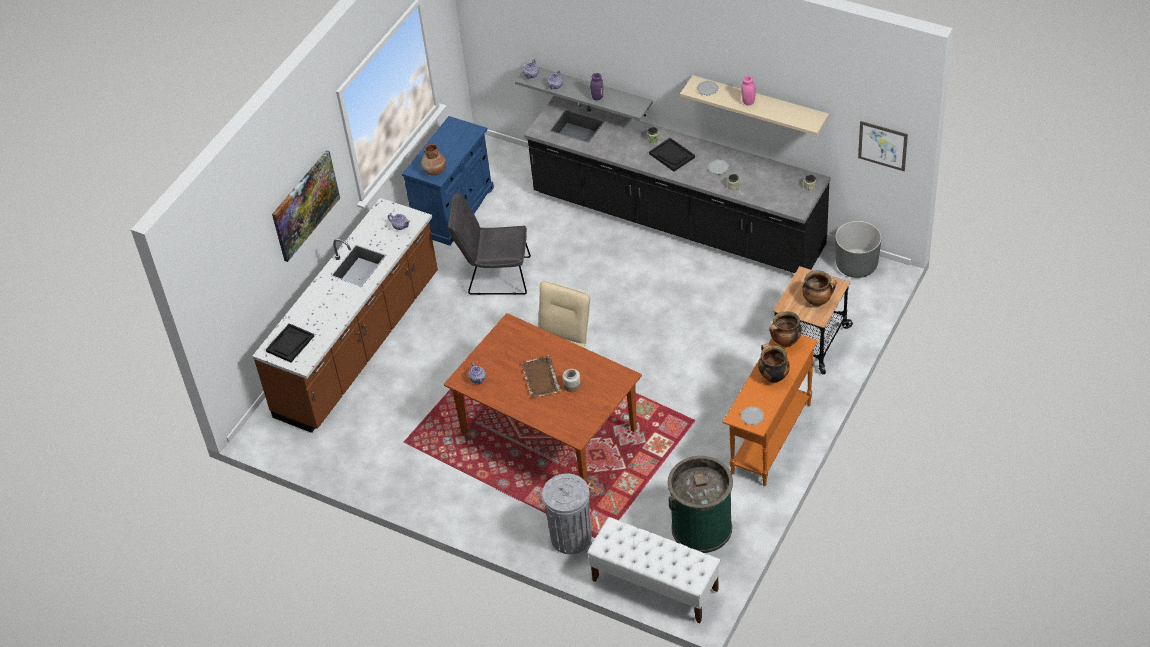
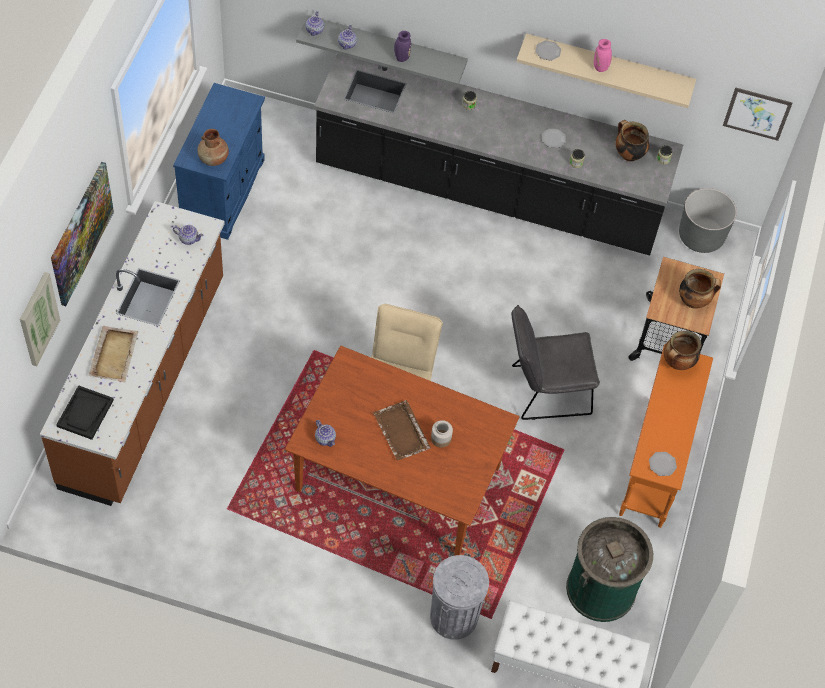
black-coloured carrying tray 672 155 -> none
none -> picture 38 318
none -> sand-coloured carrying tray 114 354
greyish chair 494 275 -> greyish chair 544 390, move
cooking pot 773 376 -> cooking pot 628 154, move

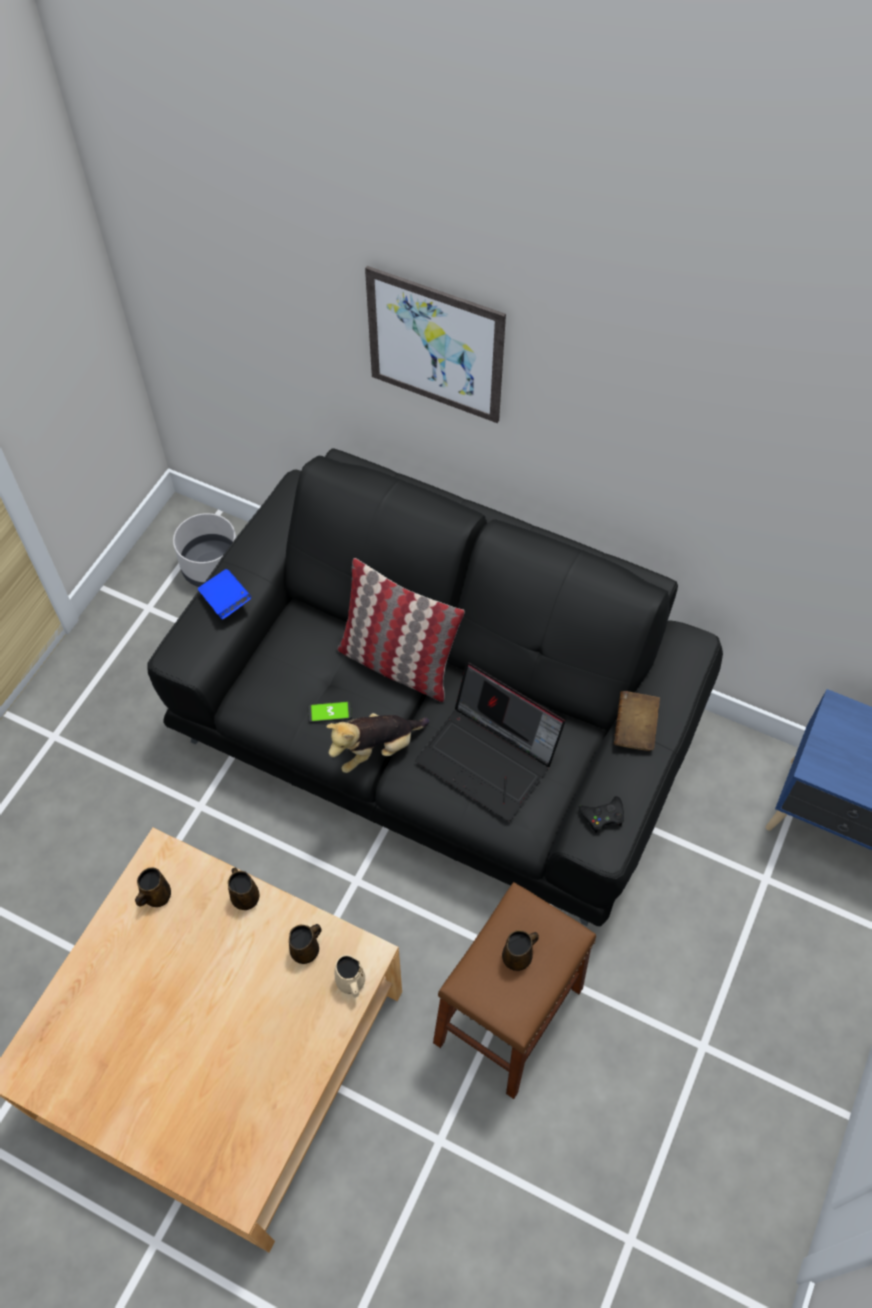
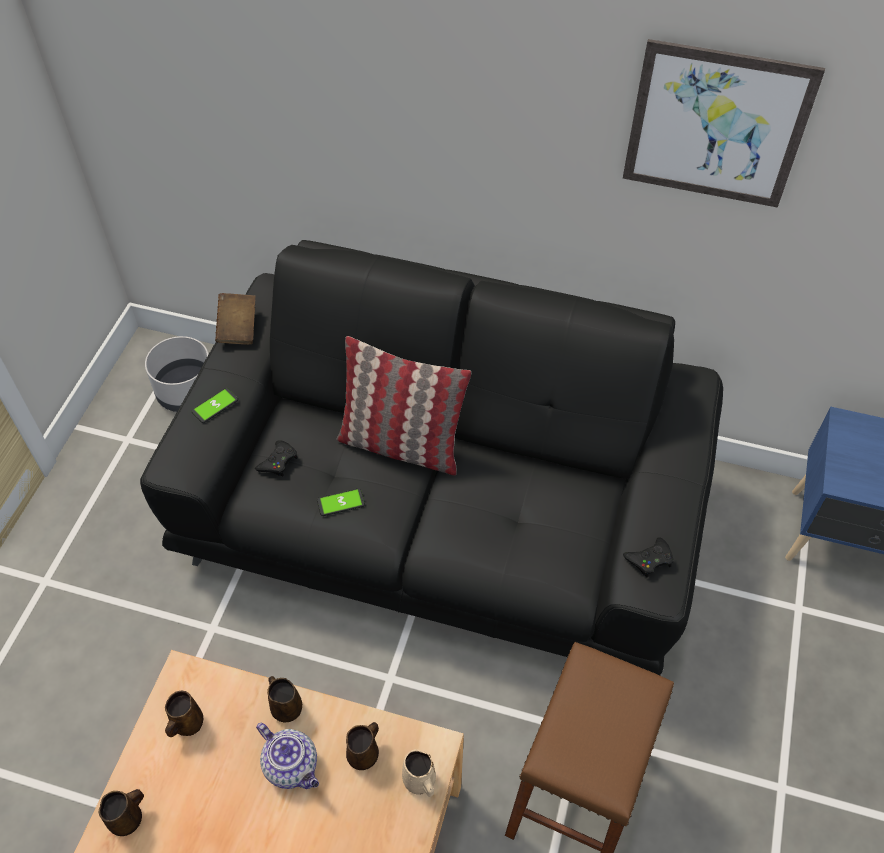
cuddly toy 376 749 -> none
laptop 489 758 -> none
none -> black-coloured gamepad 278 461
none -> tea pot 292 766
picture 435 346 -> picture 716 126, move
brownish coffee mug 518 956 -> brownish coffee mug 128 819, move
brownish book 634 728 -> brownish book 238 328, move
bluish book 226 601 -> handset 215 406

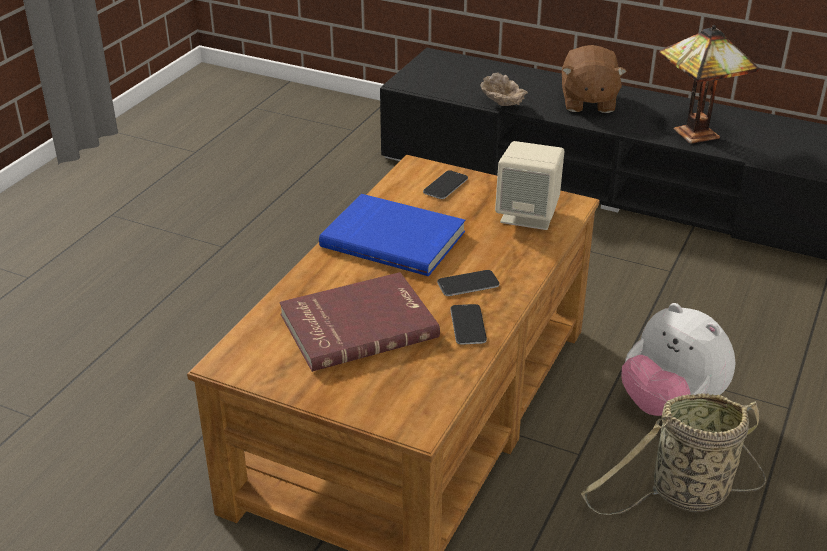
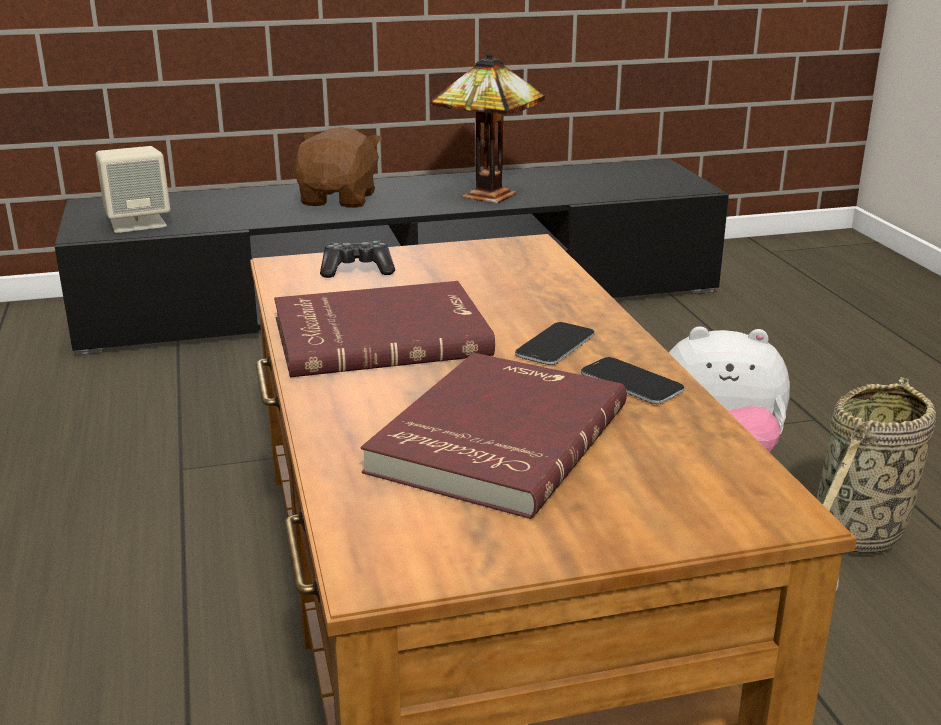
sand-coloured bowl 502 105 -> none
sand-coloured speaker 528 215 -> sand-coloured speaker 138 223, move
handset 445 186 -> gamepad 357 270
bluish book 394 238 -> reddish book 380 335
brownish cuddly toy 587 102 -> brownish cuddly toy 339 199, 135 degrees counterclockwise

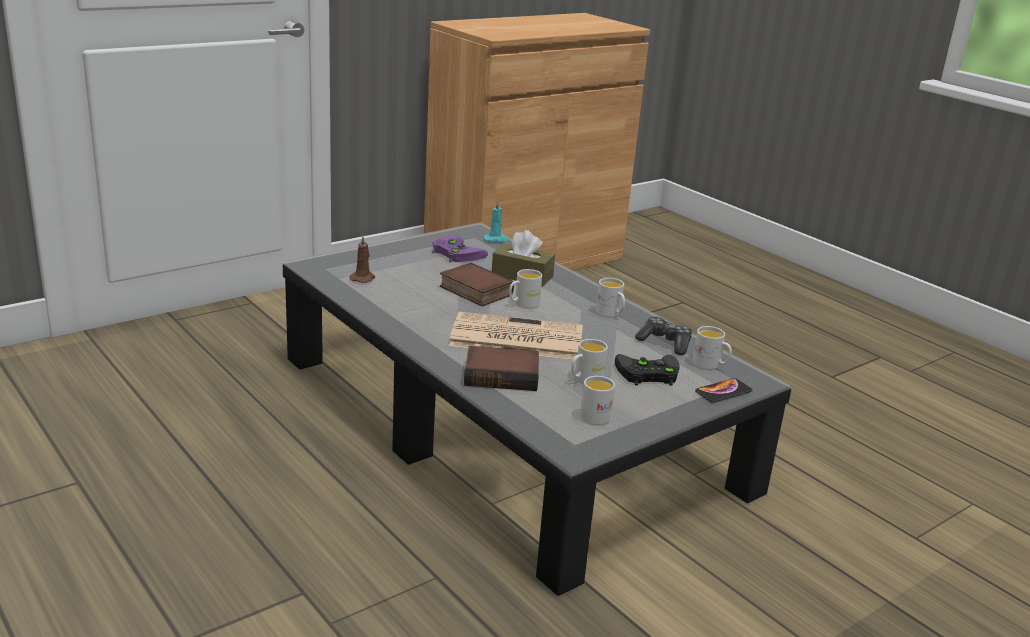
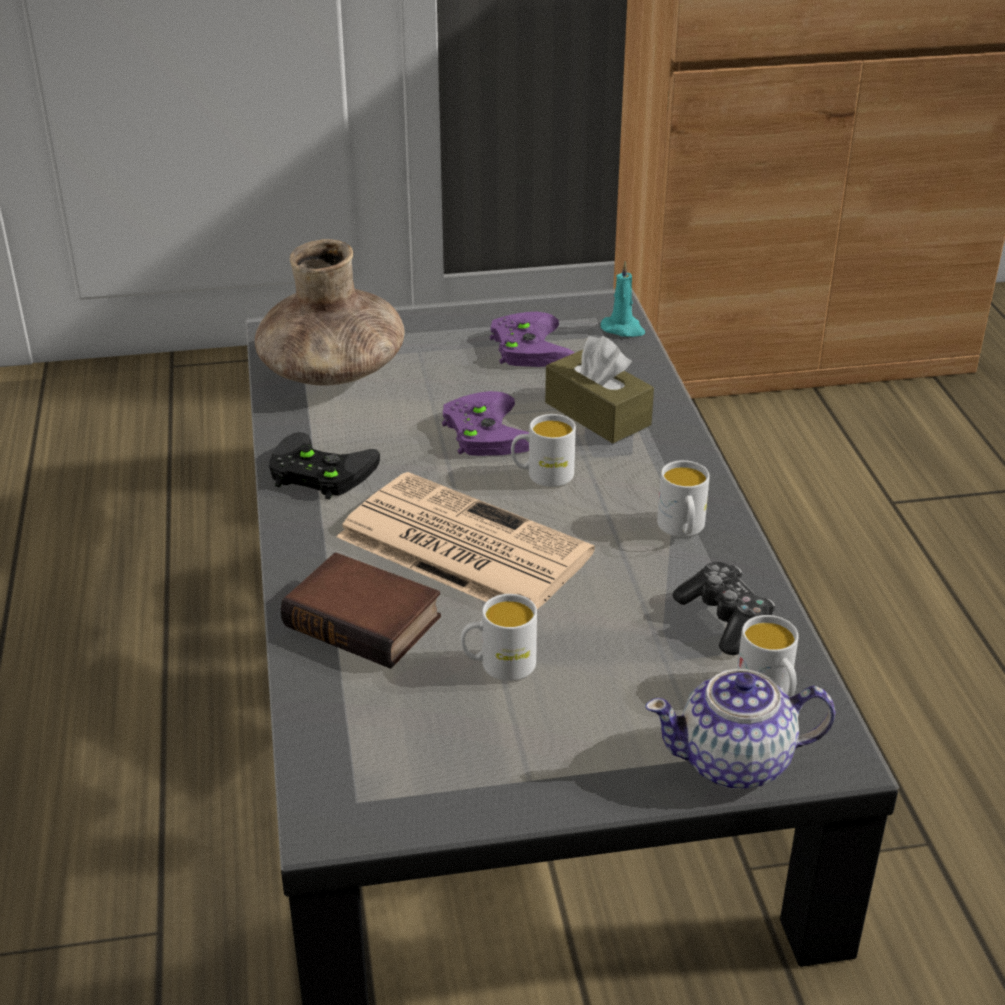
whitish coffee mug 598 415 -> none
black-coloured gamepad 646 374 -> black-coloured gamepad 317 472, move
brownish wax candle 363 278 -> brownish vase 331 372
book 473 291 -> purple-coloured gamepad 483 431
handset 723 391 -> tea pot 736 762

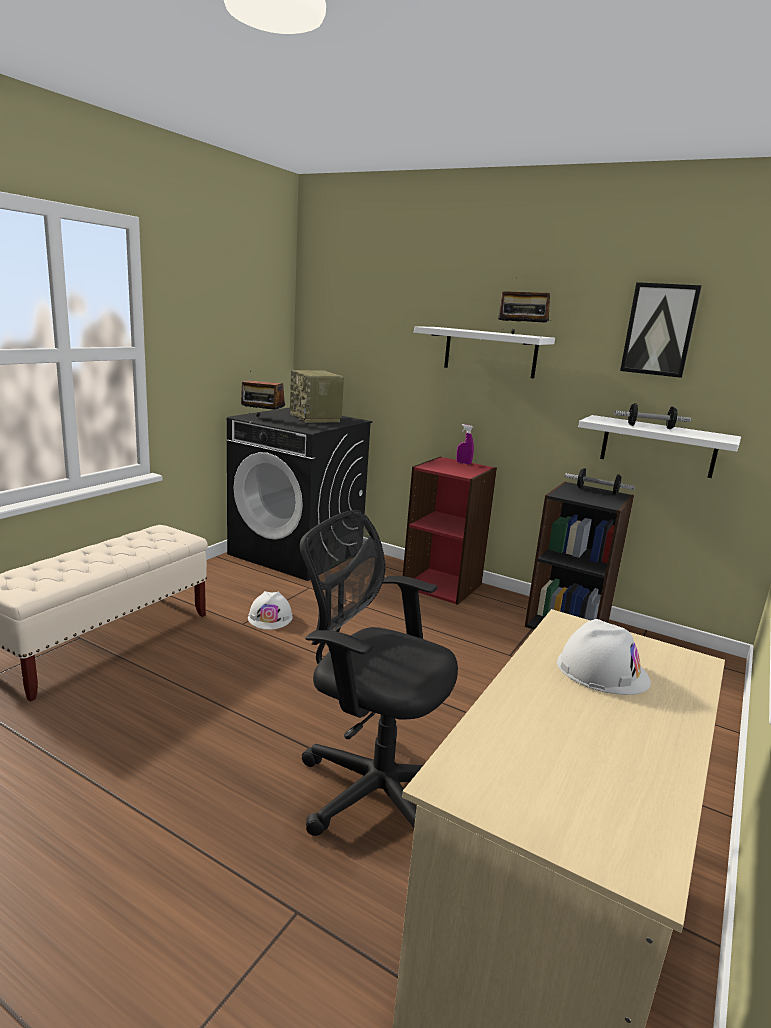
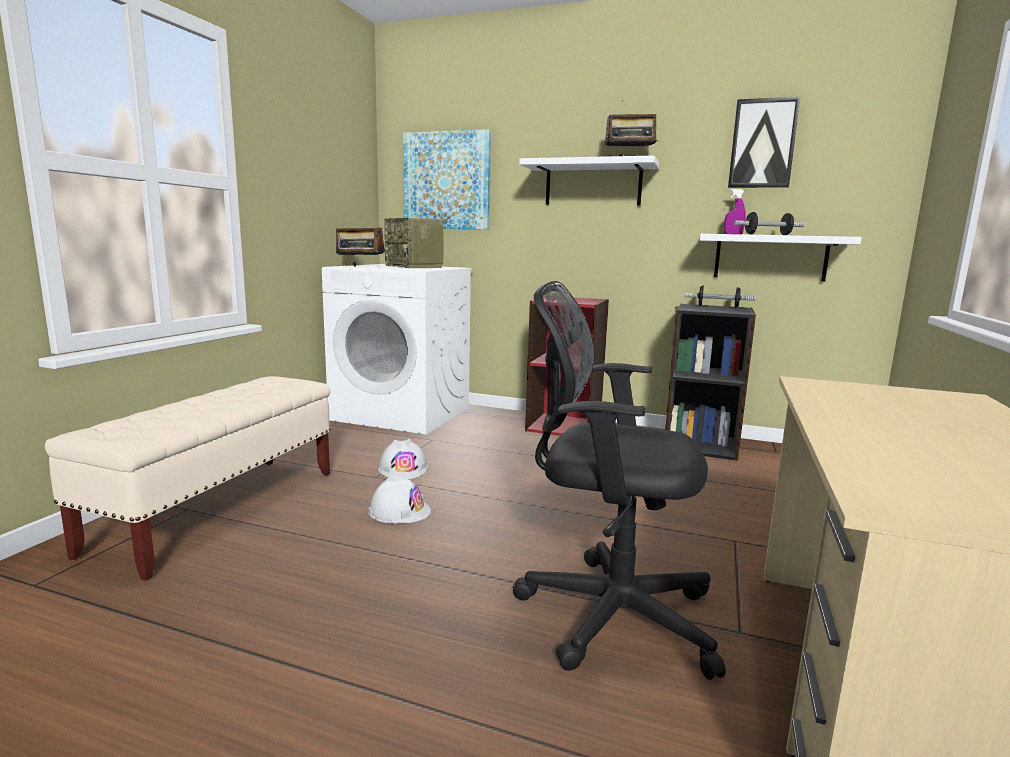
none -> picture 447 181
purple-coloured spray bottle 463 463 -> purple-coloured spray bottle 733 234, move
whitish work helmet 602 671 -> whitish work helmet 399 511, move
black-coloured laundry appliance 297 553 -> whitish laundry appliance 403 413

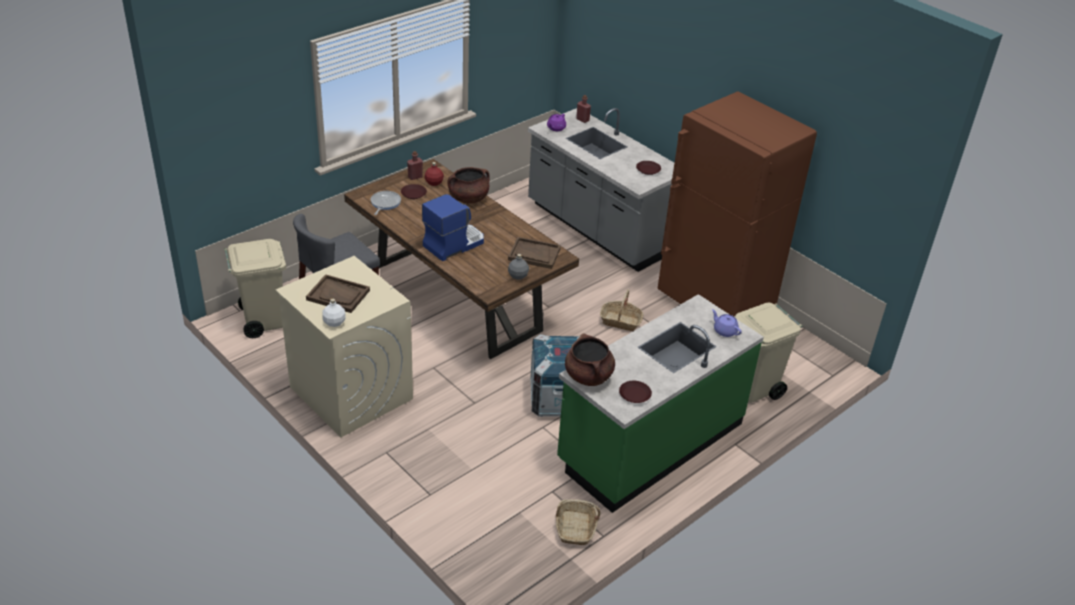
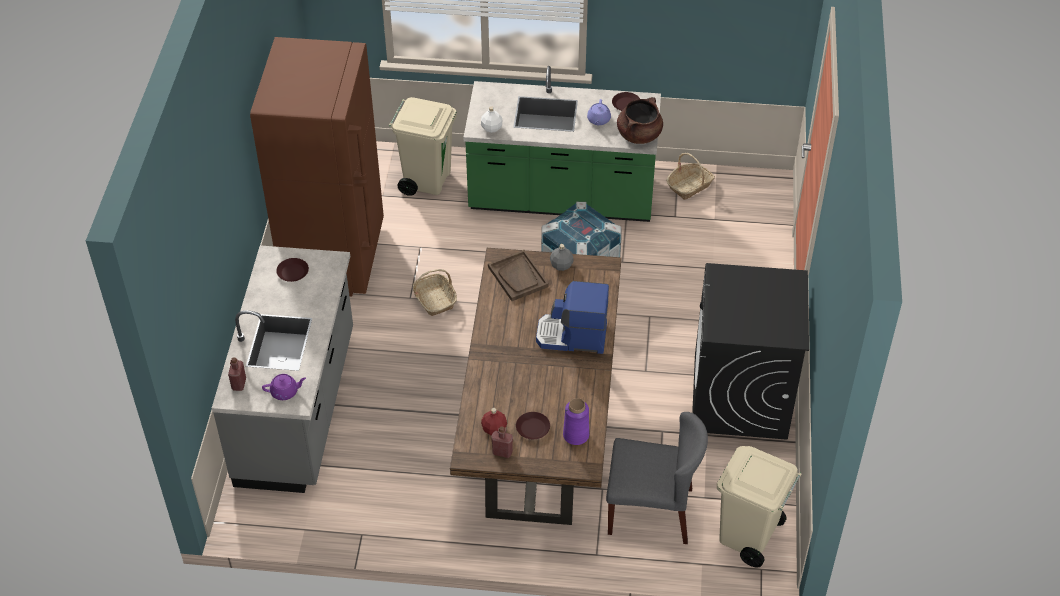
brownish carrying tray 338 295 -> none
brownish cooking pot 468 198 -> none
whitish bottle 334 322 -> whitish bottle 491 128, move
purple-coloured tea pot 724 331 -> purple-coloured tea pot 598 120, move
pan 384 203 -> purple-coloured vase 576 435
sand-coloured laundry appliance 350 393 -> black-coloured laundry appliance 740 396

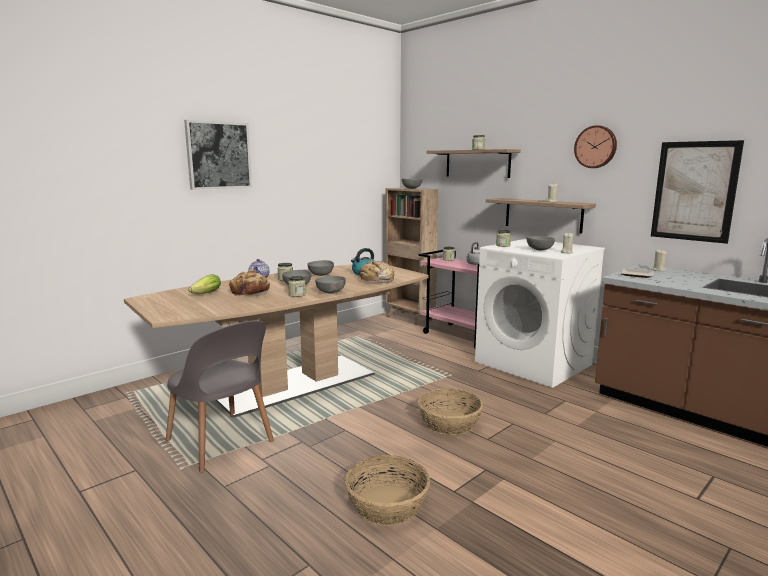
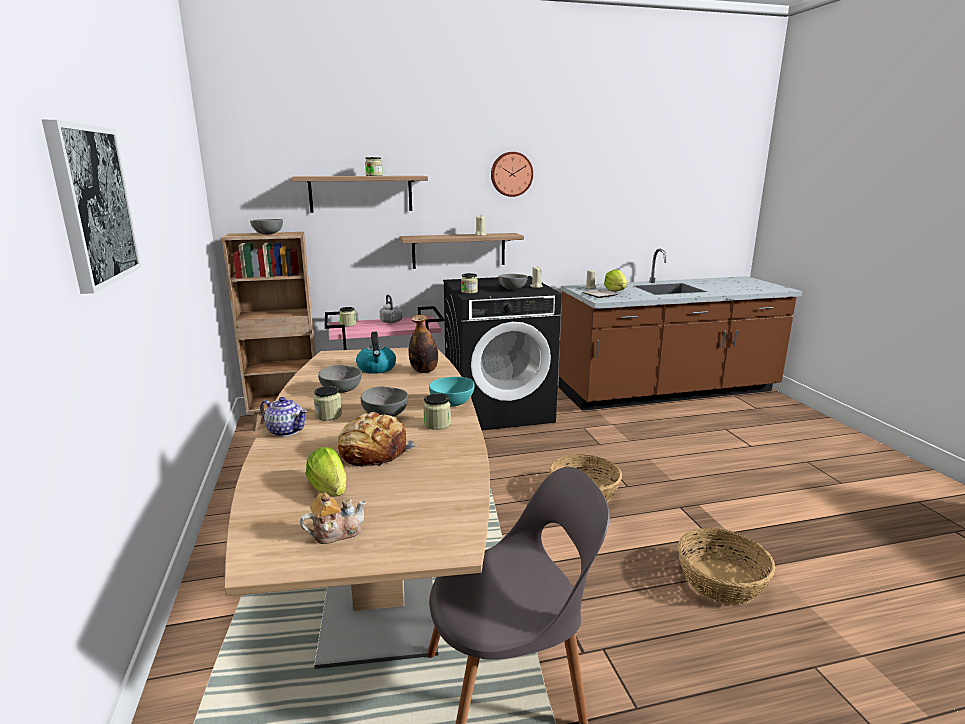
picture 694 191 -> none
none -> tea pot 336 533
none -> head of lettuce 616 291
baked bread 376 280 -> bottle 424 371
greyish bowl 331 292 -> turquoise-coloured bowl 453 404
whitish laundry appliance 534 363 -> black-coloured laundry appliance 498 409

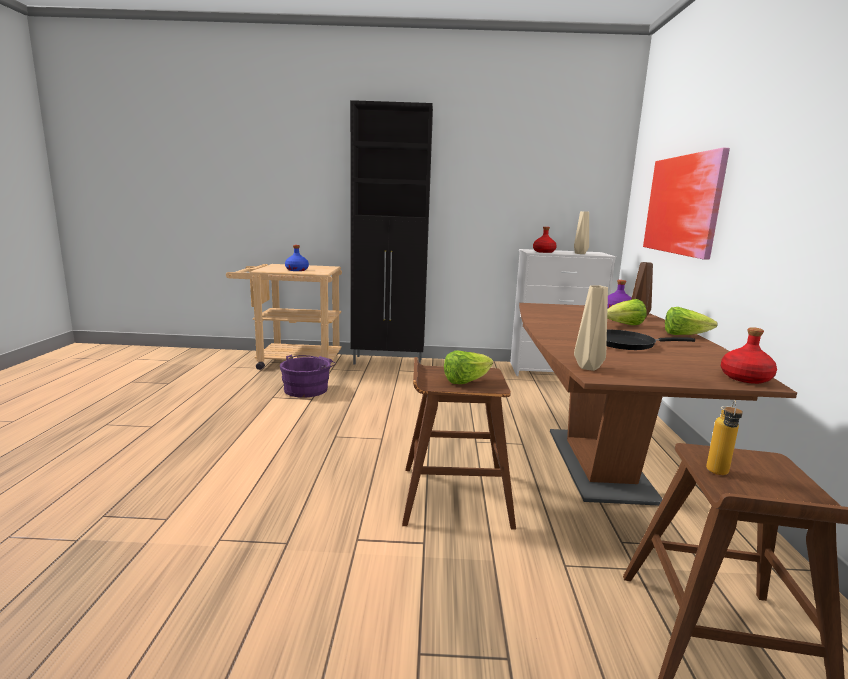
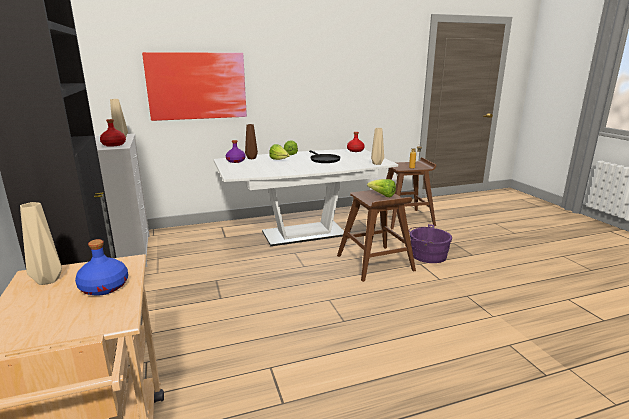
none -> sand-coloured vase 46 281
purple-coloured pail 308 389 -> purple-coloured pail 426 255, move
brownish dining table 599 464 -> whitish dining table 304 233

